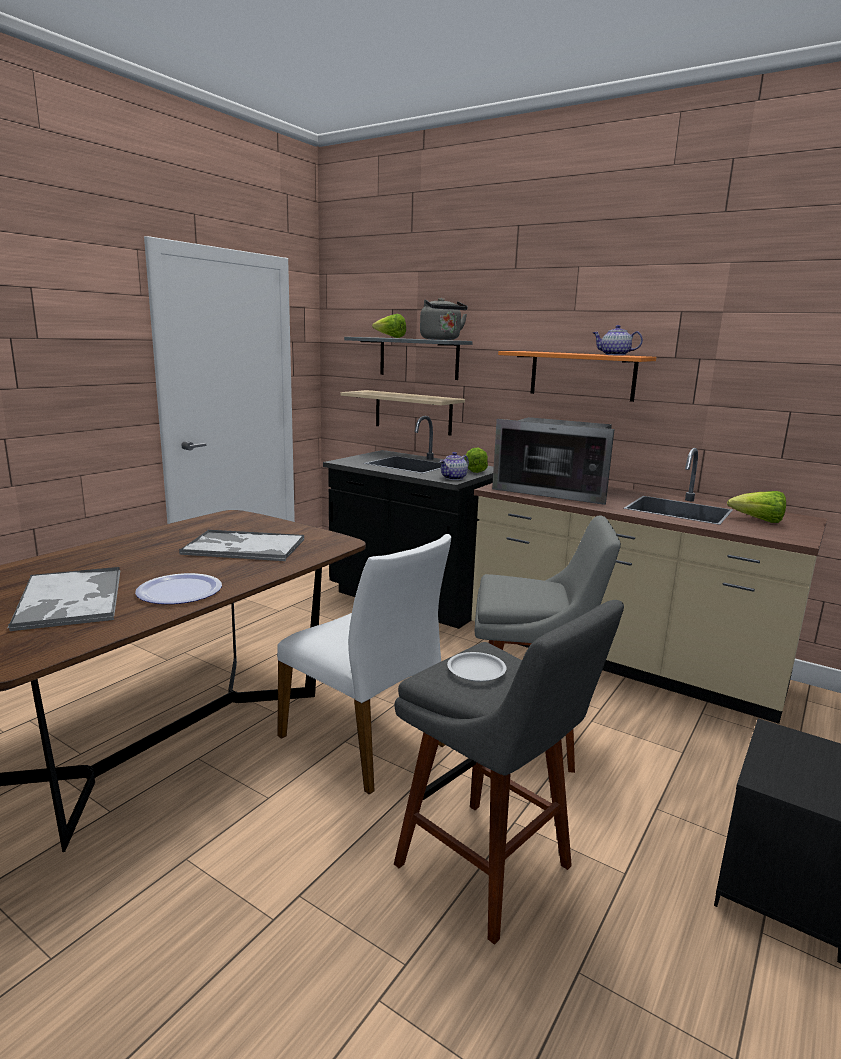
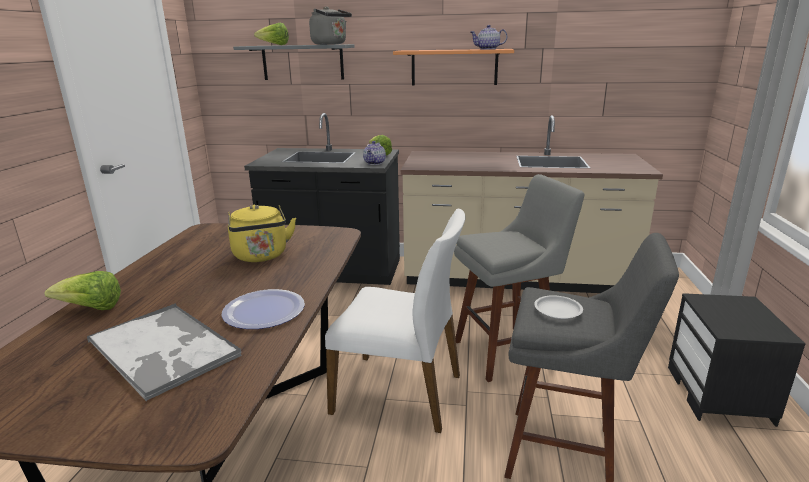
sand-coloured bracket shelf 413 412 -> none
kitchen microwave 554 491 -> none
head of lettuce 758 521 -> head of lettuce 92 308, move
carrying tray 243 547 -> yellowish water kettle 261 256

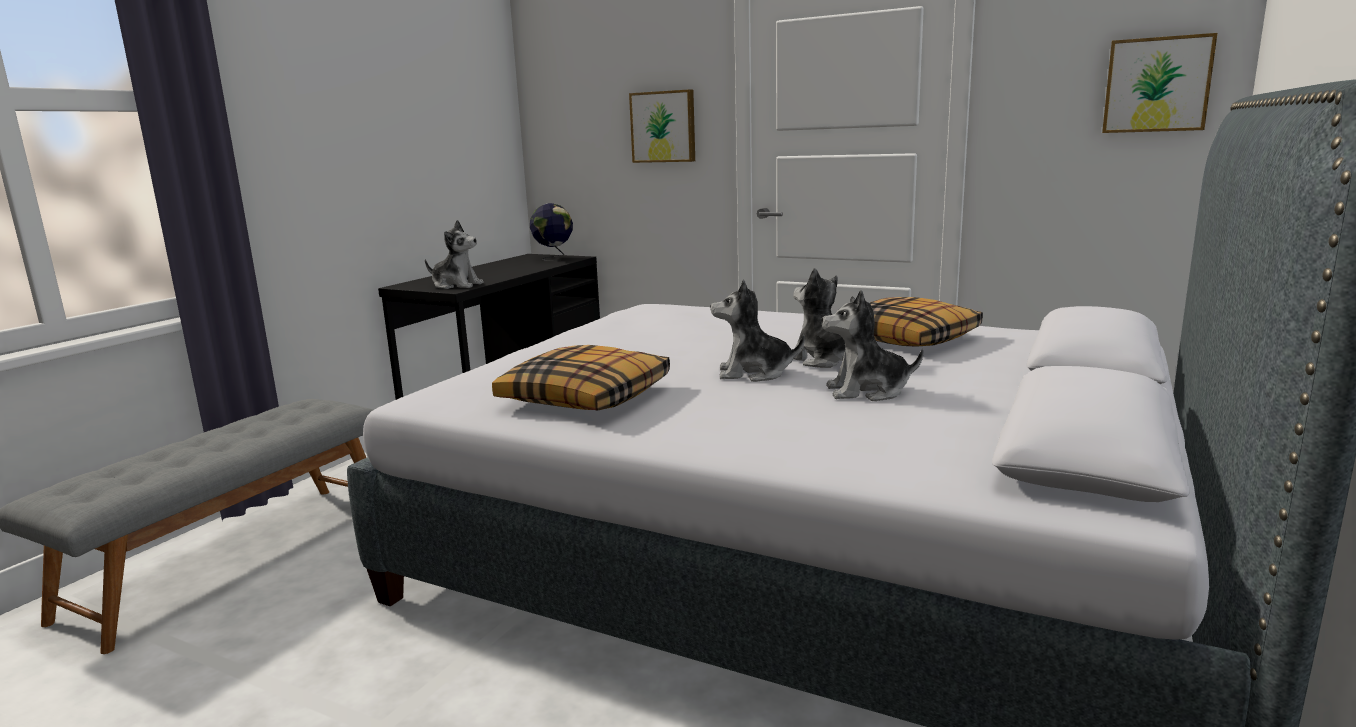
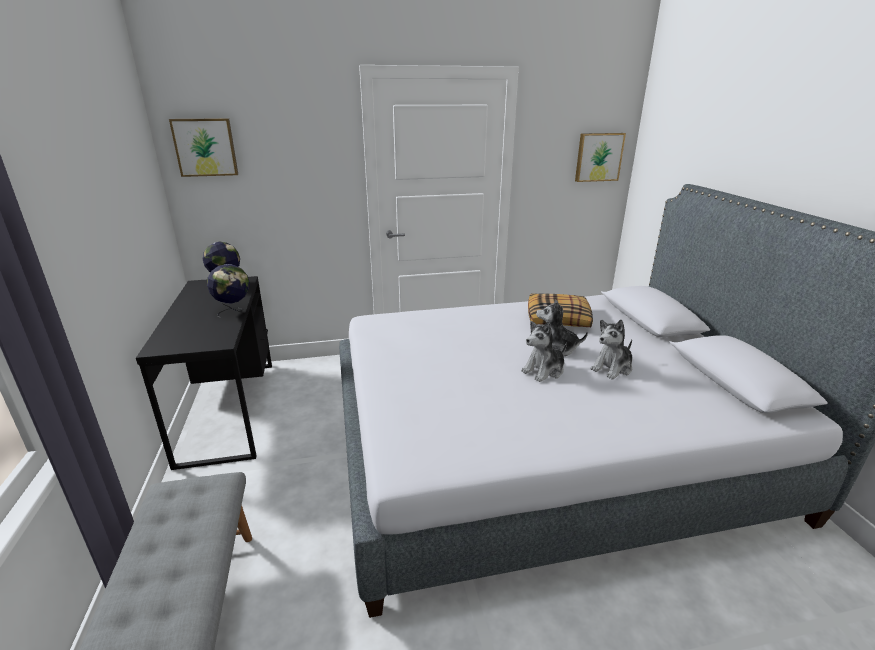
cuddly toy 456 285 -> none
throw pillow 587 398 -> none
none -> world globe 234 311
picture 664 127 -> picture 205 147, move

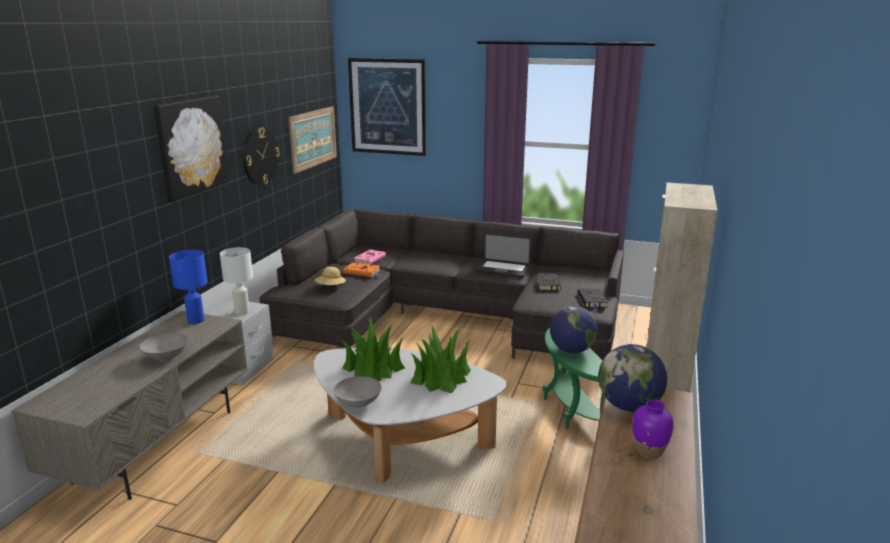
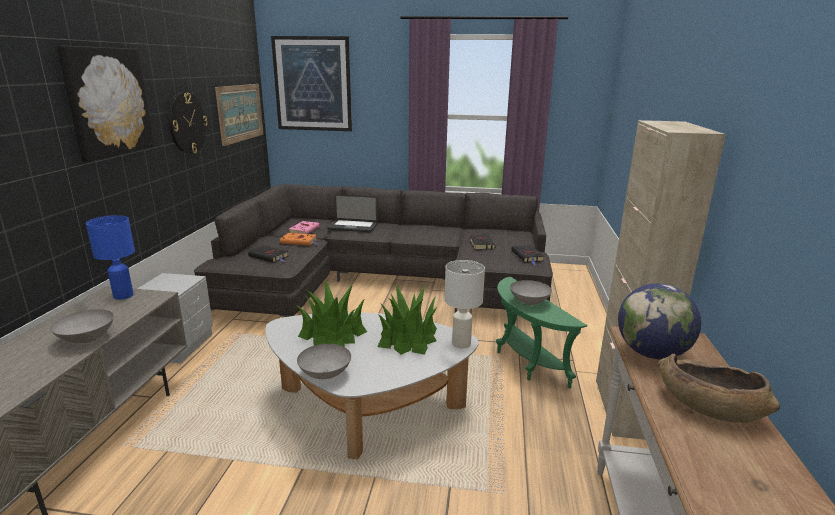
whitish lamp for a table 242 311 -> whitish lamp for a table 461 343, move
laptop 502 270 -> laptop 352 227, move
sand-coloured clothing hat 330 287 -> black-coloured book 269 256
world globe 571 350 -> greyish bowl 529 302
purple-coloured vase 648 452 -> brownish bowl 708 406

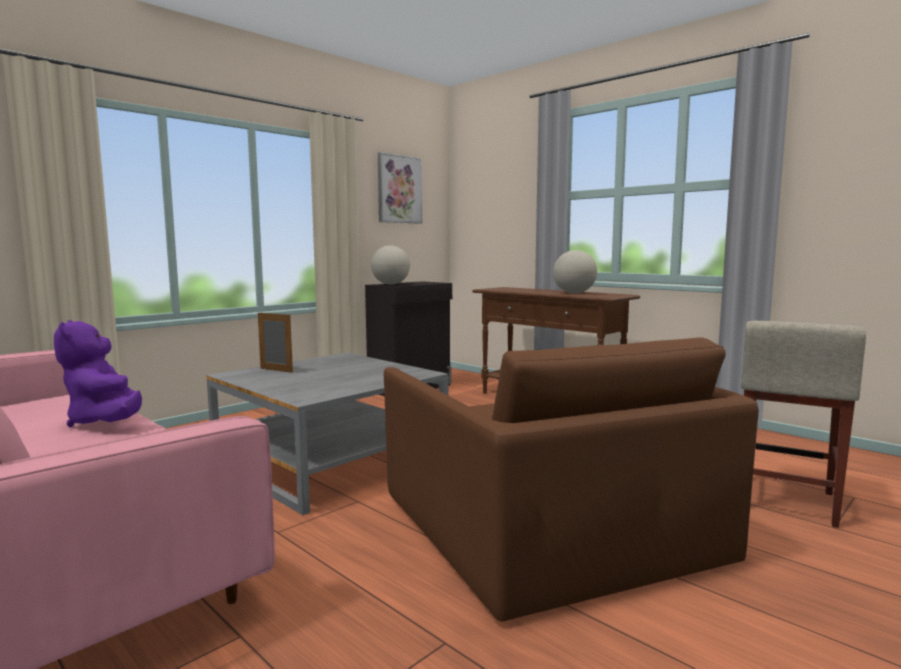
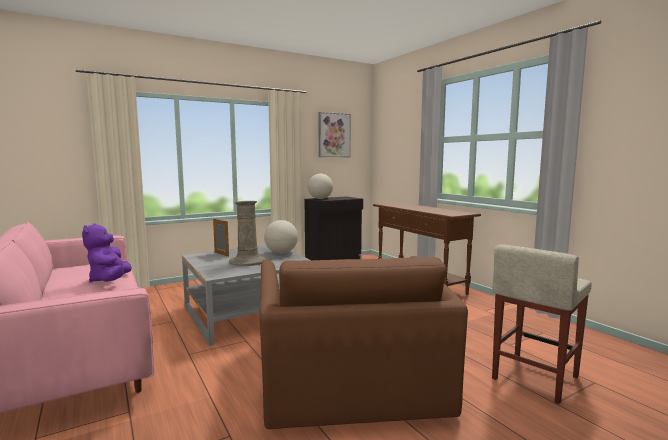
none -> sand-coloured vase 248 261
world globe 574 293 -> world globe 281 253, move

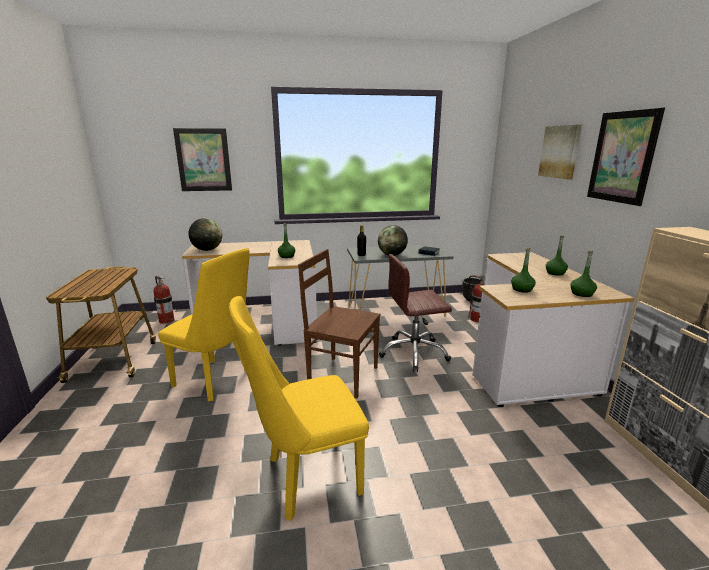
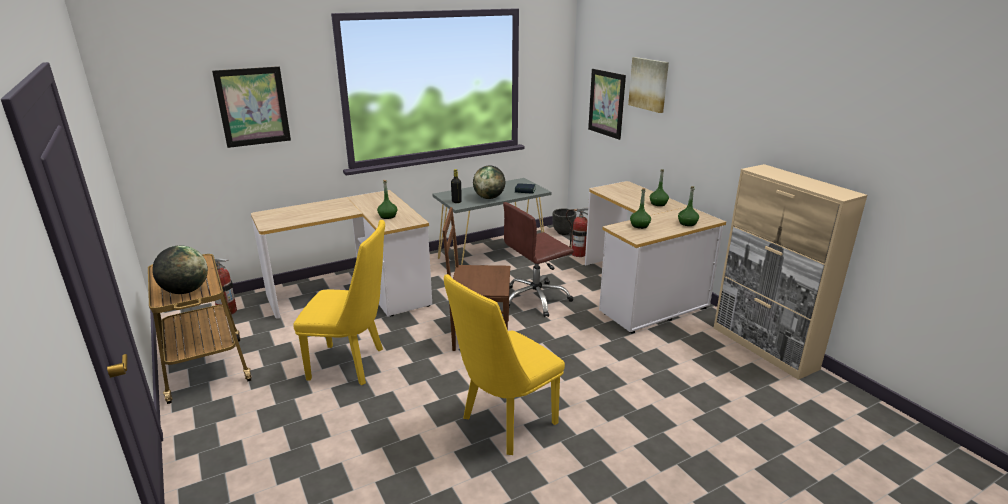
world globe 207 250 -> world globe 185 291, move
picture 622 157 -> picture 606 103, move

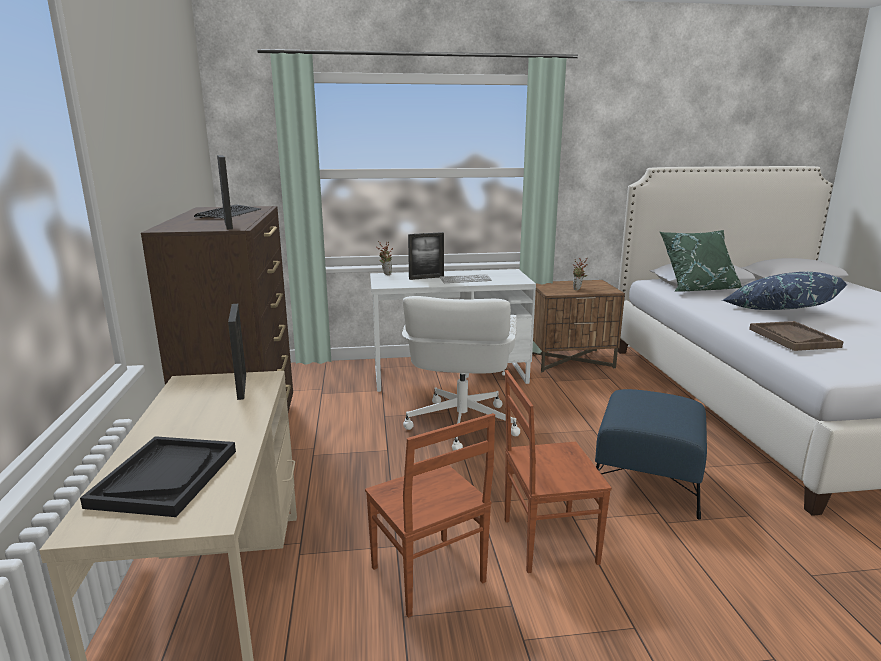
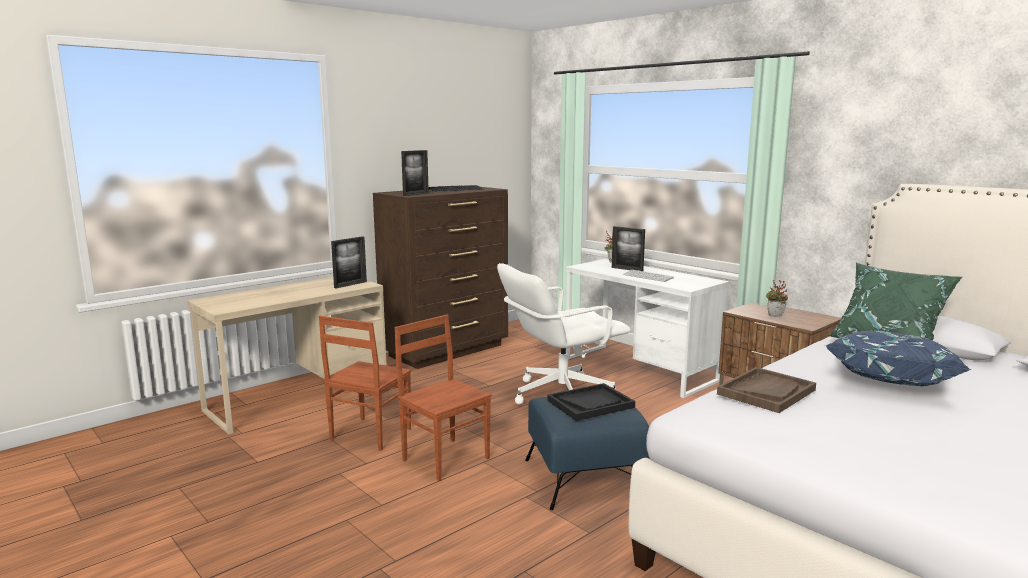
black-coloured carrying tray 165 477 -> black-coloured carrying tray 590 404, move

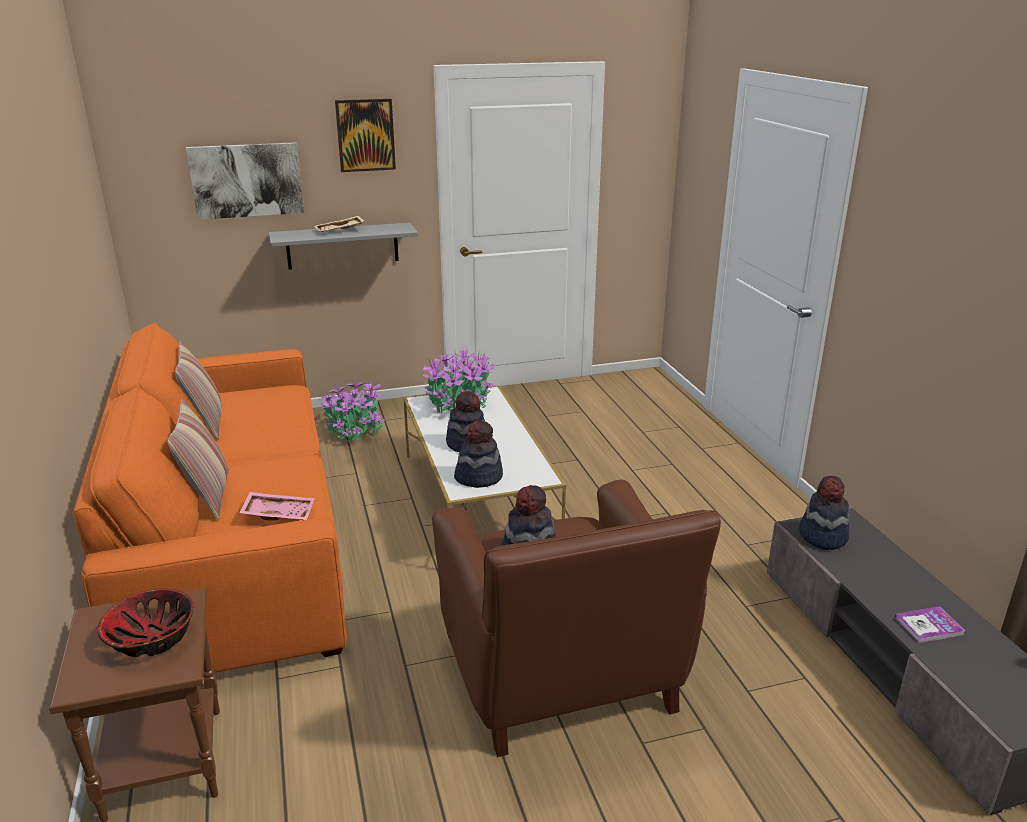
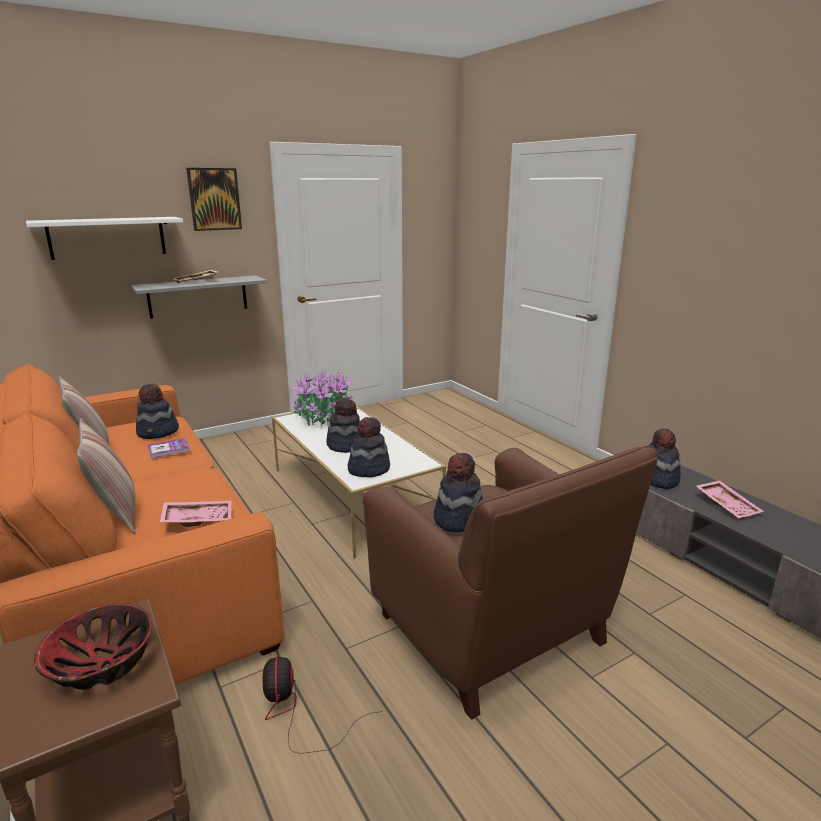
houseplant 355 430 -> none
none -> clothing hat 158 432
none -> electric fan 297 713
none -> pink-coloured carrying tray 728 505
book 928 626 -> book 169 449, move
picture 246 180 -> whitish bracket shelf 107 237

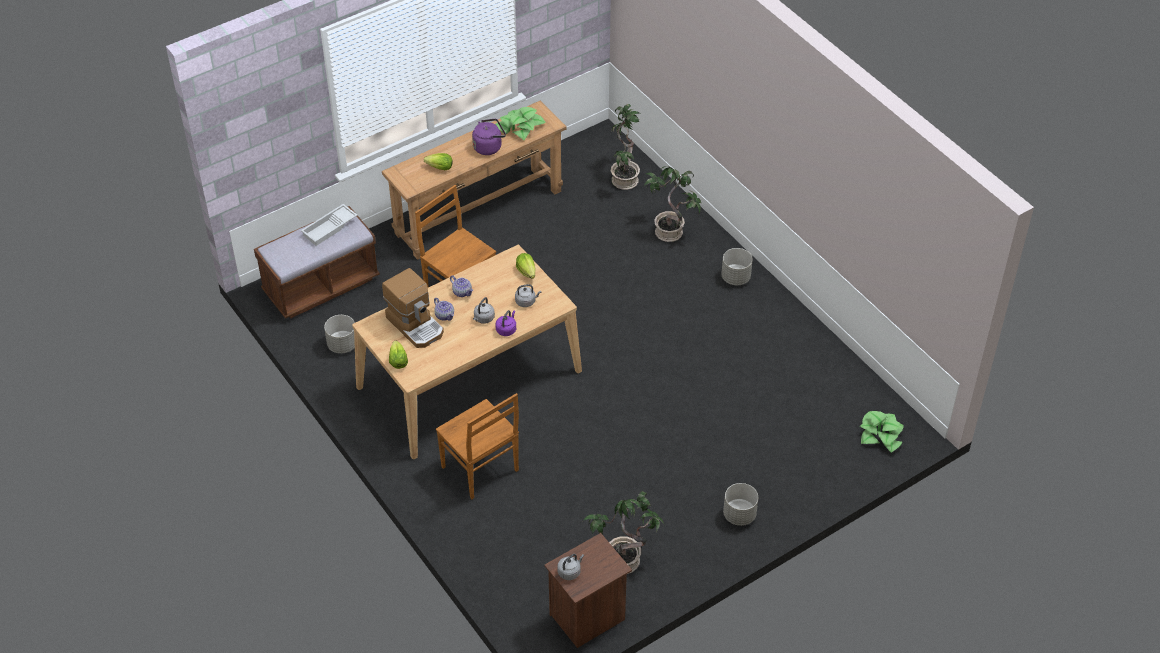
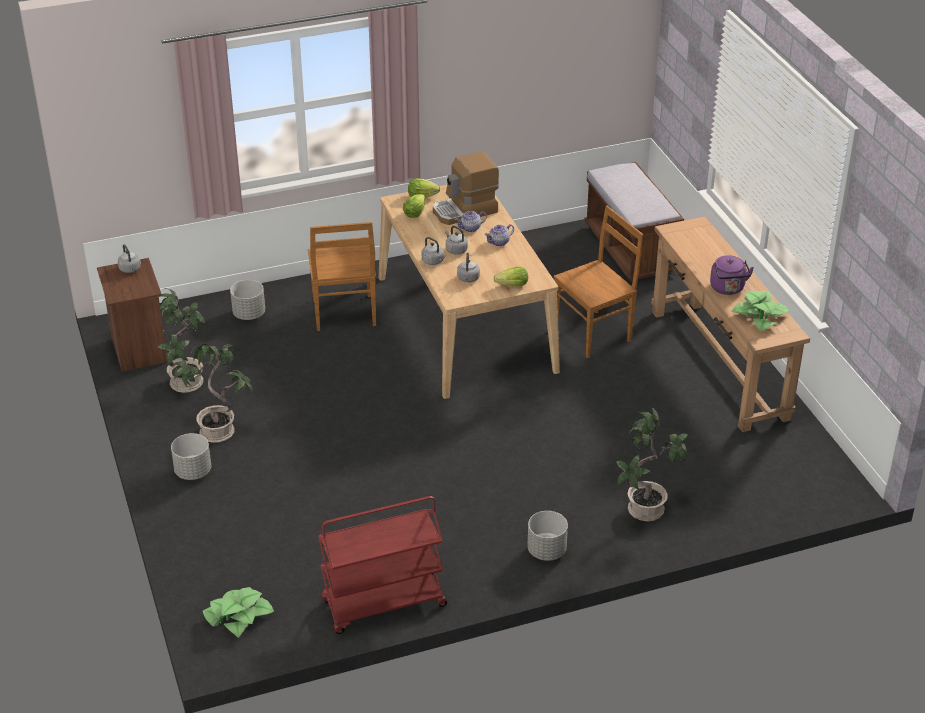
whitish carrying tray 330 228 -> none
none -> reddish cart 383 604
greyish flower pot 342 345 -> greyish flower pot 249 314, move
head of lettuce 440 168 -> head of lettuce 414 213, move
houseplant 623 180 -> houseplant 218 430, move
purple-coloured water kettle 506 329 -> greyish water kettle 433 261
brownish chair 481 470 -> brownish chair 344 314, 75 degrees counterclockwise

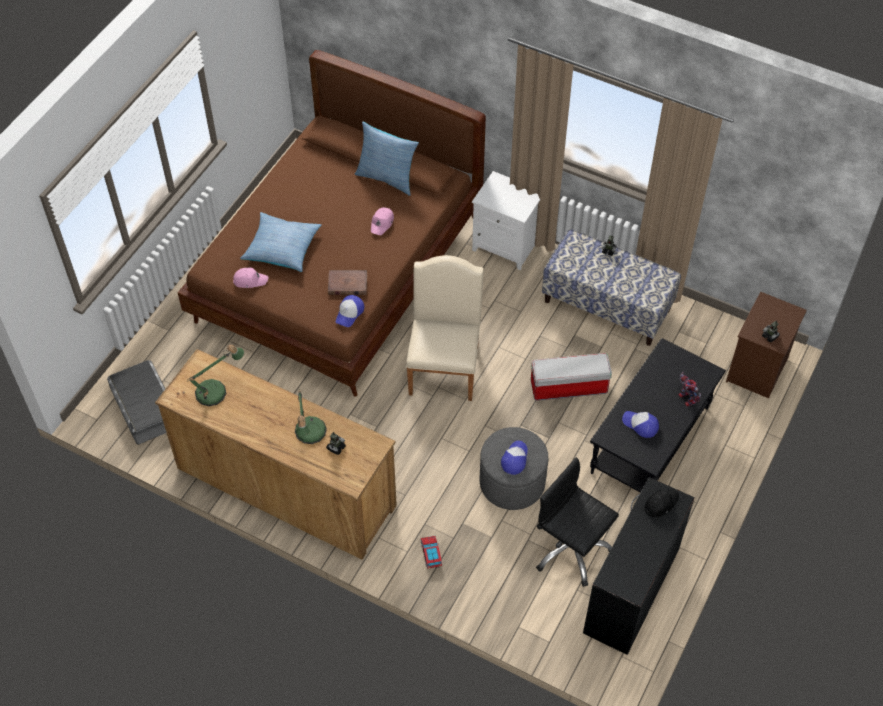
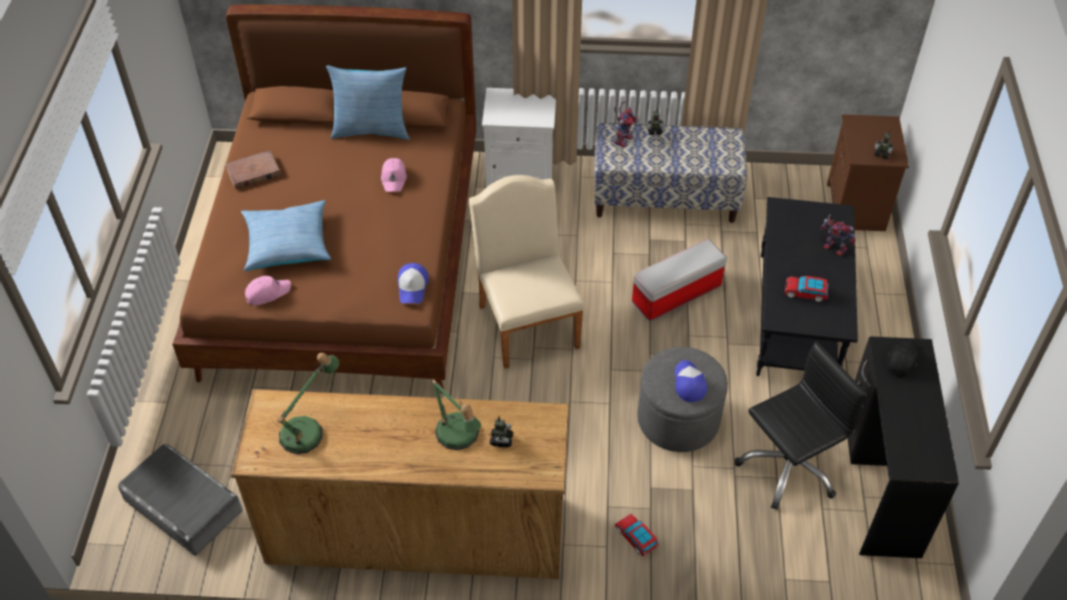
none -> model robot 623 138
brownish book 347 284 -> brownish book 253 172, move
cap 640 425 -> model car 805 293
black-coloured office chair 571 549 -> black-coloured office chair 788 466, 135 degrees clockwise

